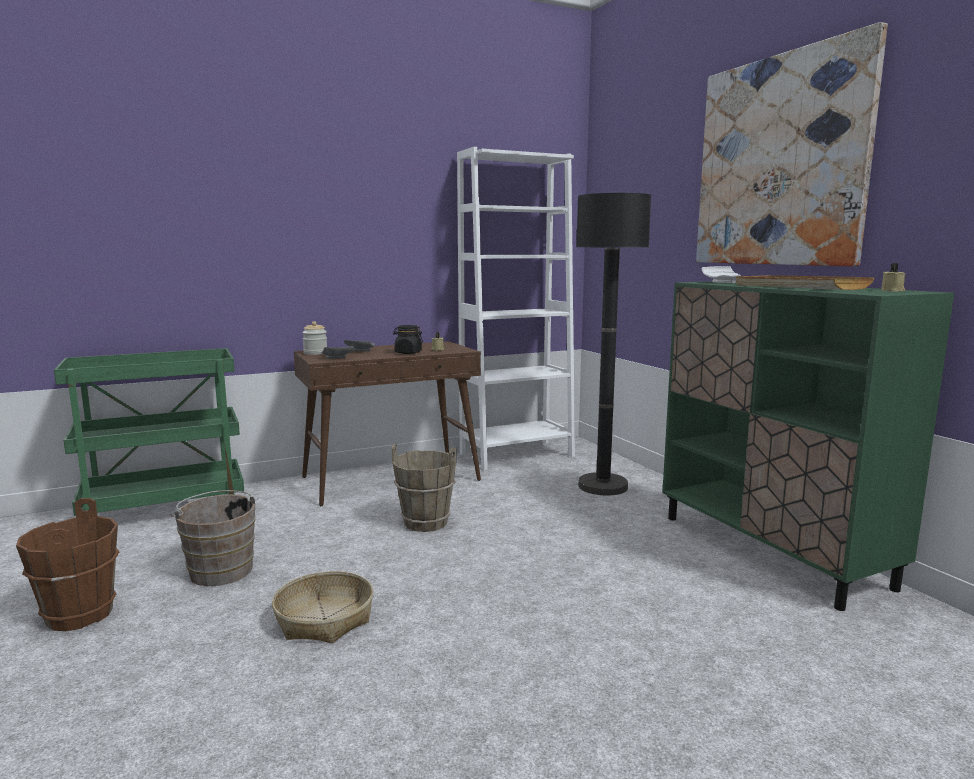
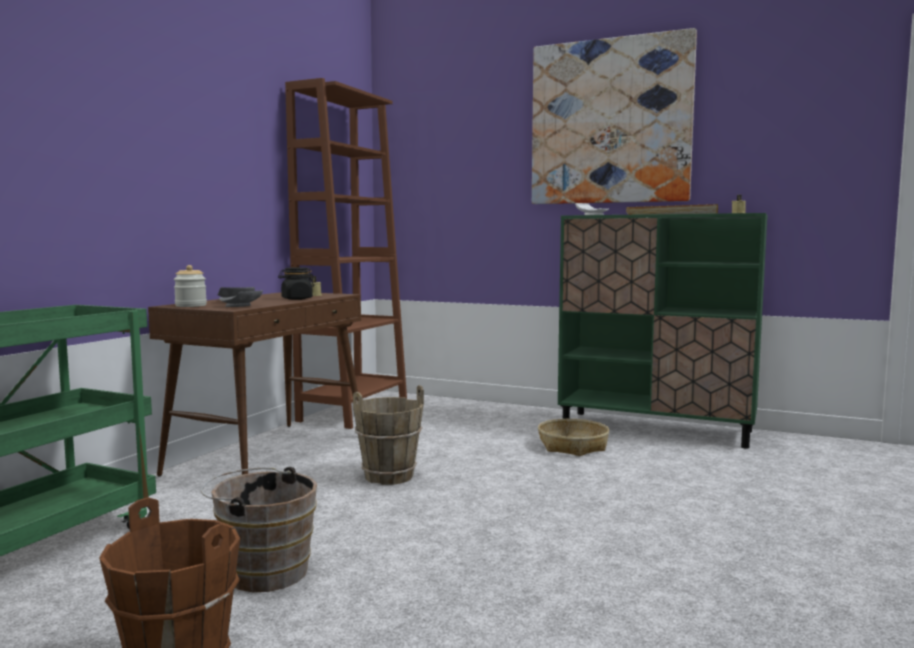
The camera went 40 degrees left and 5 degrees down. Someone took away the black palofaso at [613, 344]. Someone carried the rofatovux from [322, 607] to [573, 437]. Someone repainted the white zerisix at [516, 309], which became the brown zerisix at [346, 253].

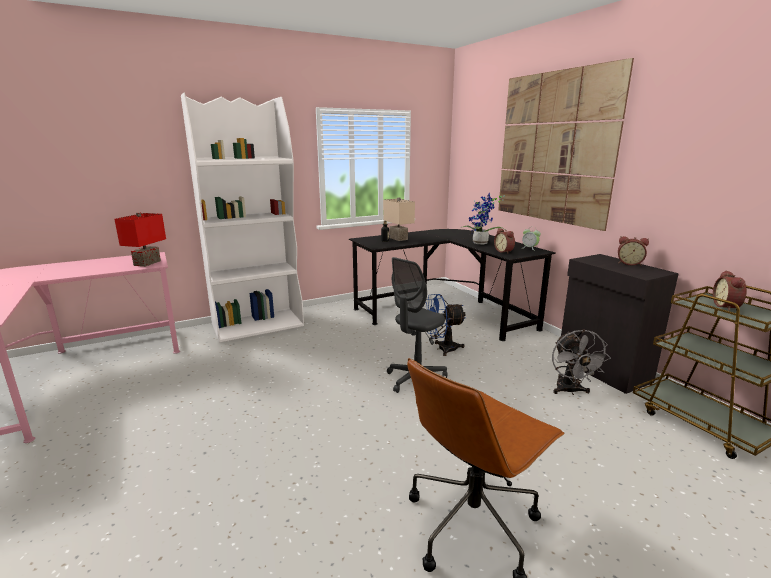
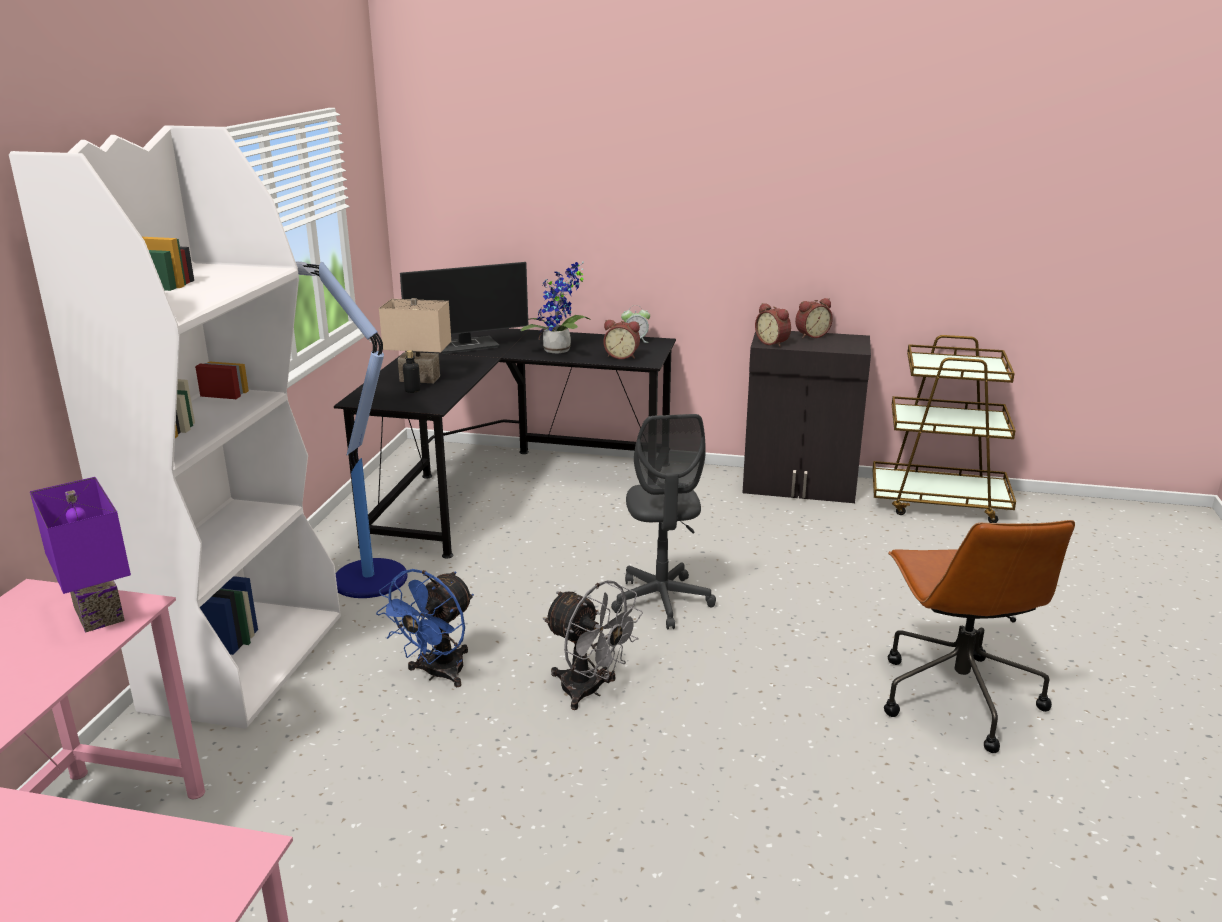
The camera went 50 degrees left and 5 degrees up. Someone took away the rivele at [566, 144]. Someone put down the palofaso at [351, 429]. Someone put down the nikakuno at [464, 308]. Someone carried the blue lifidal from [446, 325] to [425, 628]. Someone carried the grey lifidal from [581, 362] to [593, 645]. Someone carried the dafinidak from [730, 290] to [773, 325]. Someone repainted the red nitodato at [140, 239], which became the purple nitodato at [80, 554].

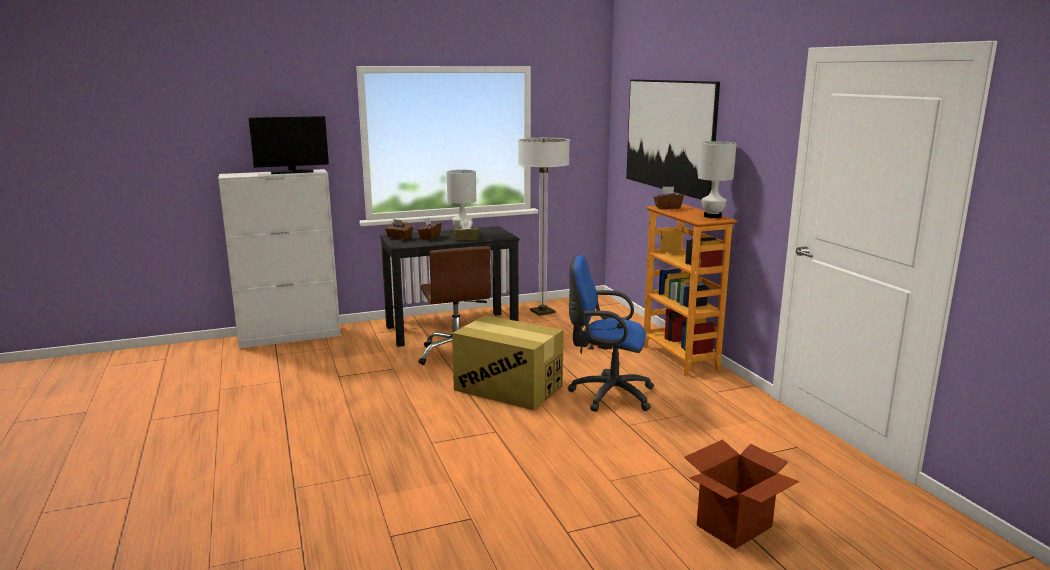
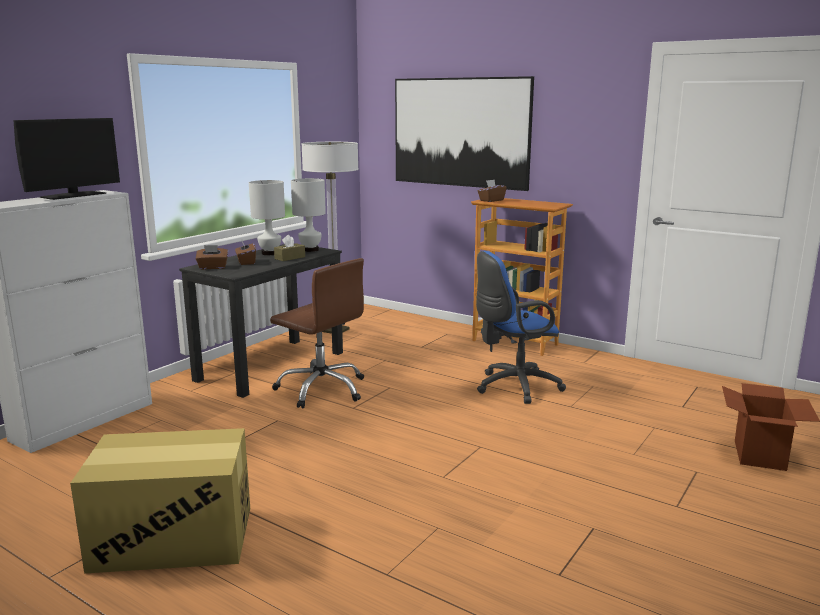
The camera went 35 degrees left and 0 degrees up. Someone carried the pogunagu from [508, 362] to [160, 501]. Someone carried the white nitodato from [717, 179] to [308, 215].

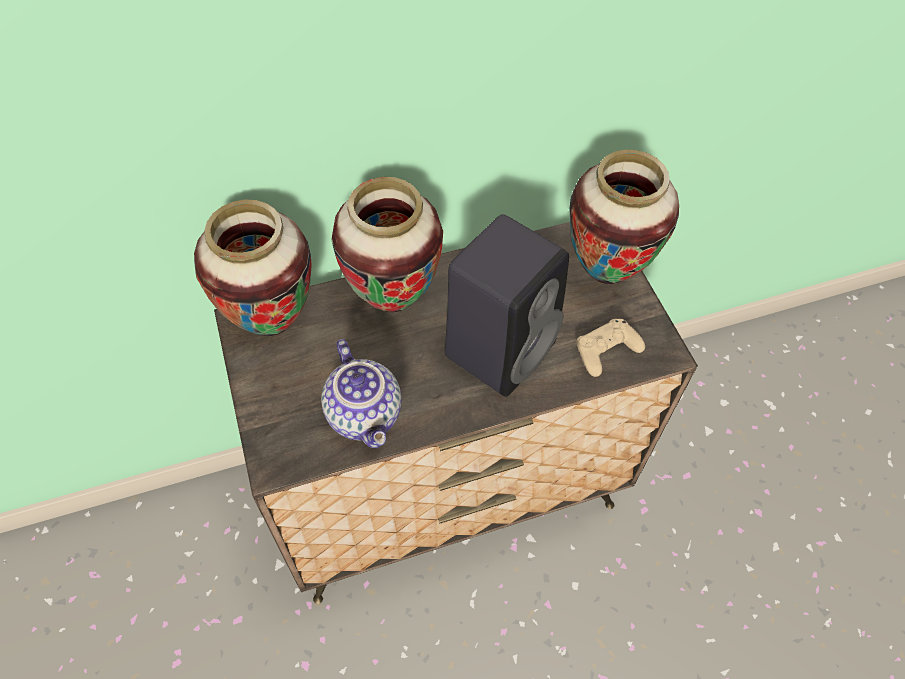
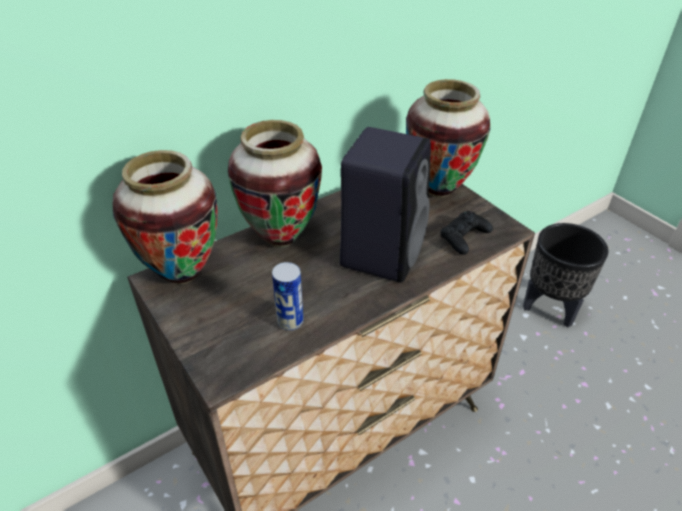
The camera went 15 degrees left and 15 degrees down. Someone put down the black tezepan at [565, 275]. Someone swapped the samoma at [361, 393] for the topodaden at [288, 296]. Someone repainted the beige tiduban at [611, 348], which became the black tiduban at [466, 233].

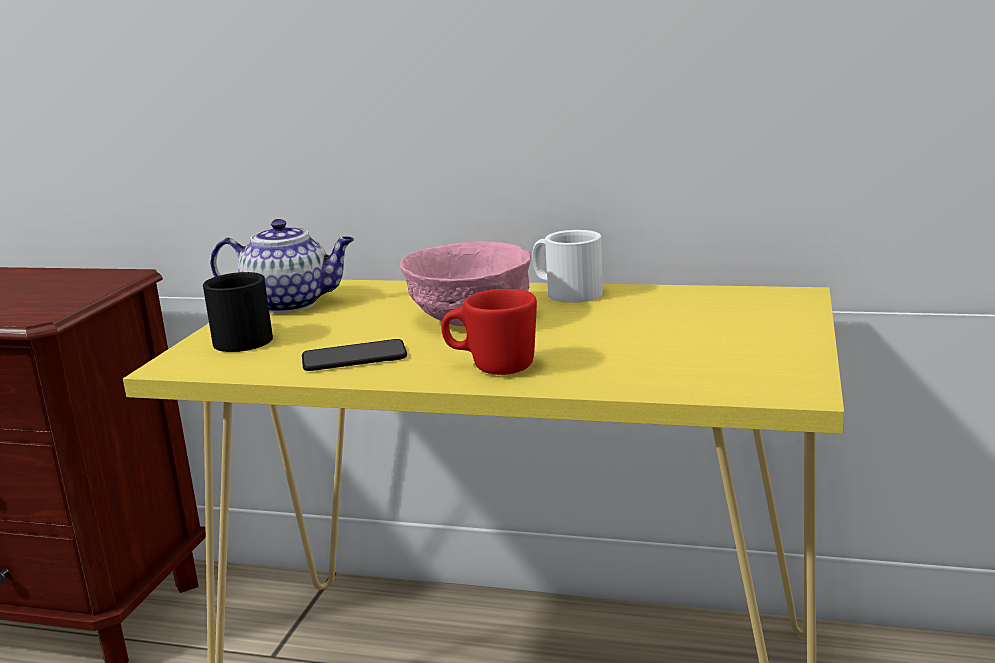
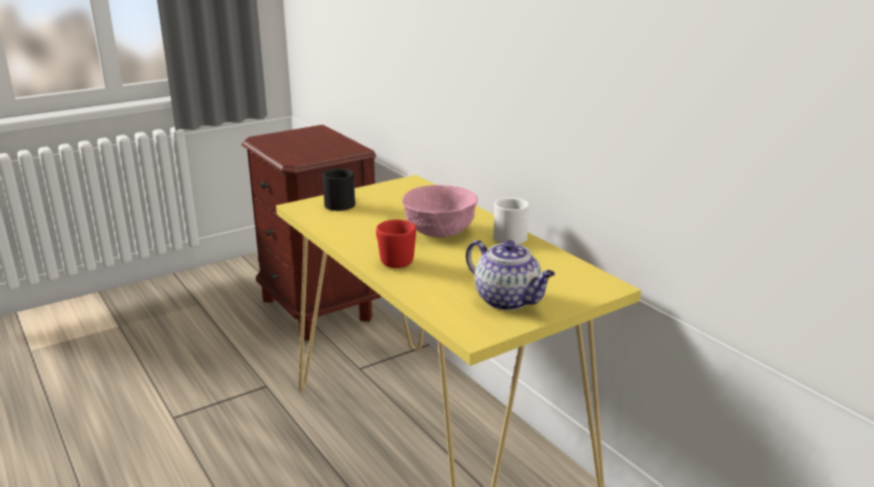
The camera went 40 degrees right and 5 degrees up. Someone took away the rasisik at [354, 355]. Someone carried the samoma from [282, 266] to [510, 275].

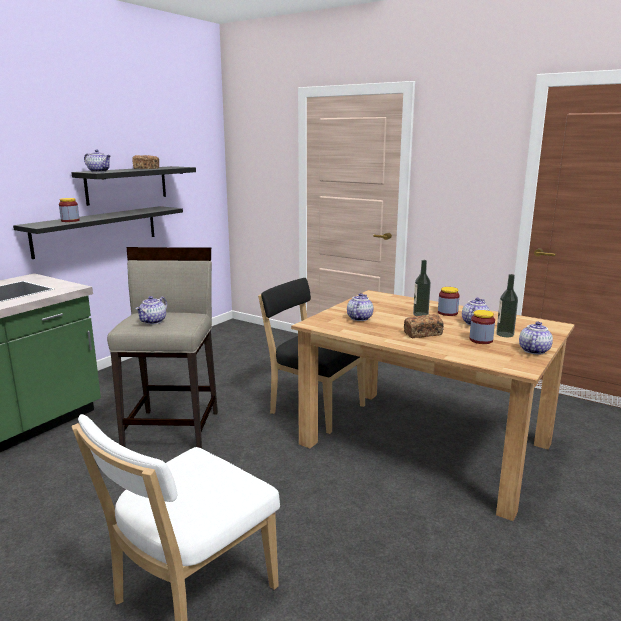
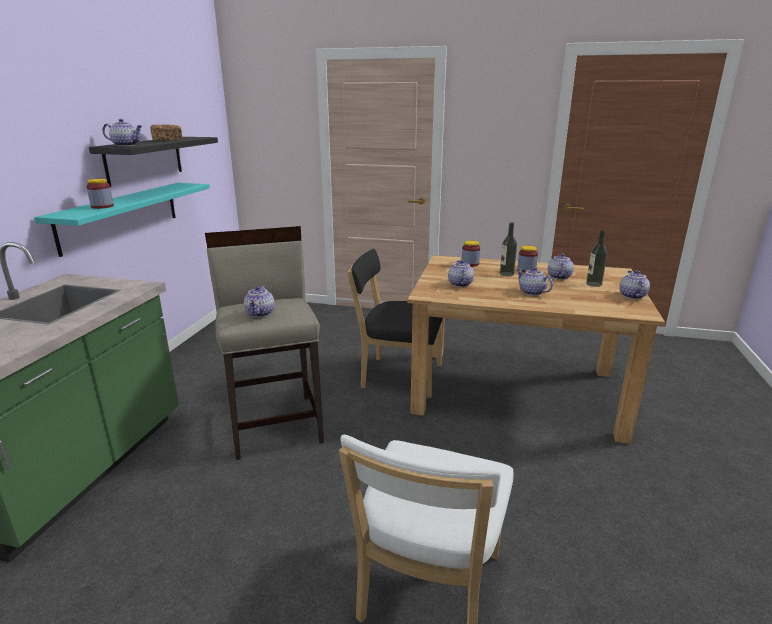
The camera went 20 degrees left and 5 degrees up. Someone carried the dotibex from [482, 327] to [471, 254]. Someone swapped the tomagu at [424, 326] for the samoma at [535, 281]. Someone repainted the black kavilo at [98, 232], which became the turquoise kavilo at [122, 220].

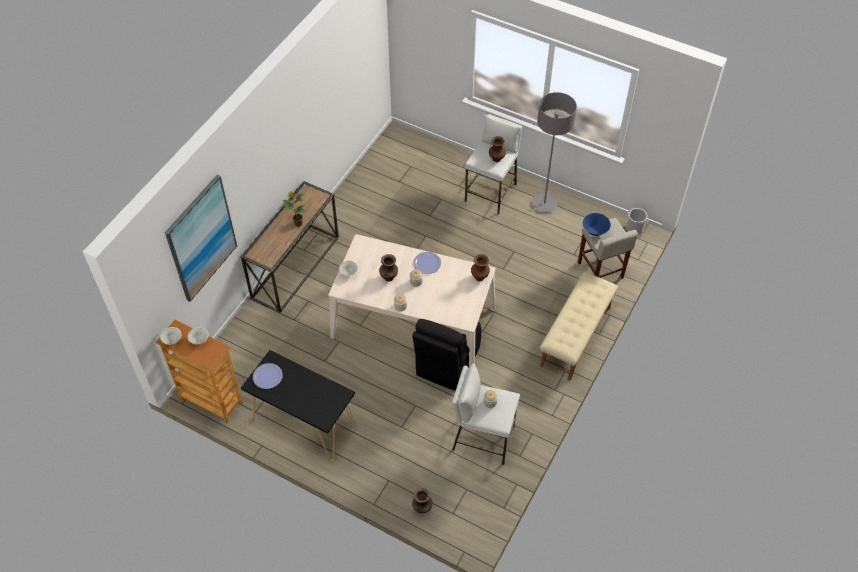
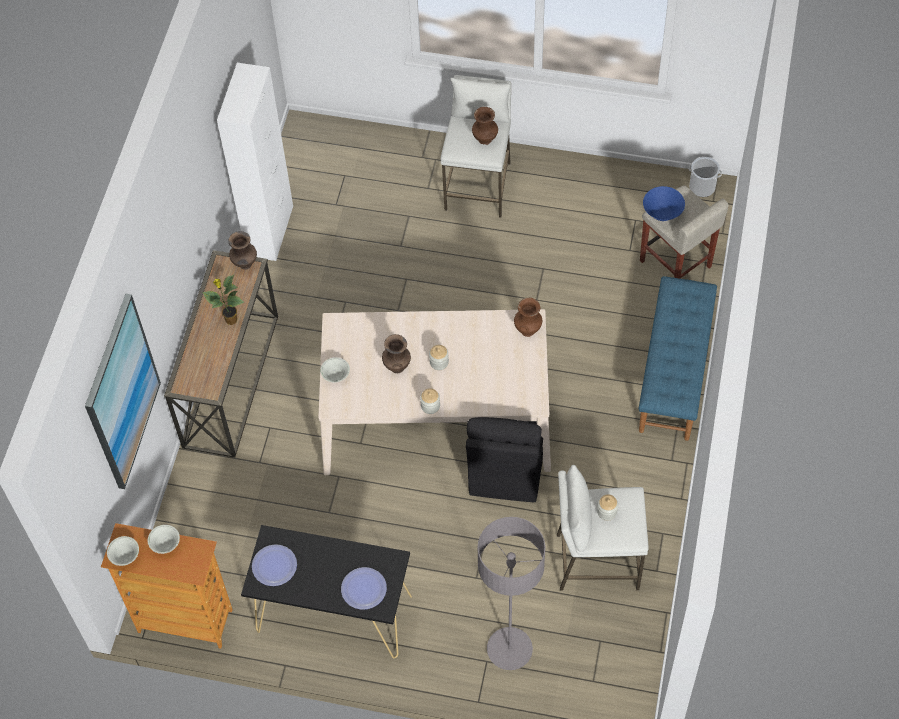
The camera went 15 degrees left and 5 degrees up. Someone put down the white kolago at [255, 162]. Someone carried the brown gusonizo from [422, 500] to [242, 250]. Someone carried the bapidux from [427, 263] to [364, 588]. Someone carried the grey palofaso from [554, 152] to [511, 593]. Someone repainted the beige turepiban at [579, 326], which became the blue turepiban at [678, 358].

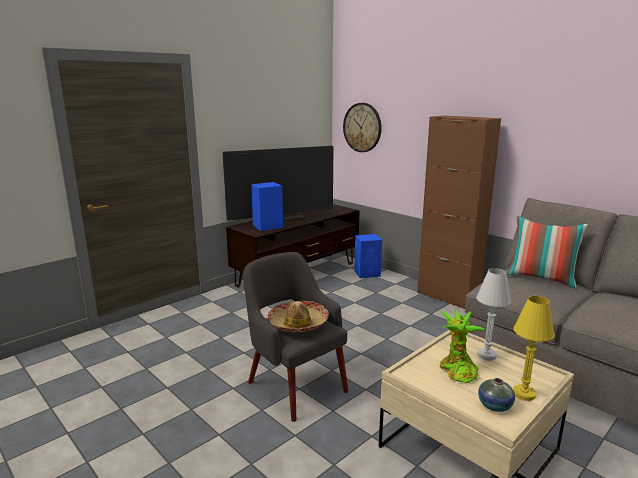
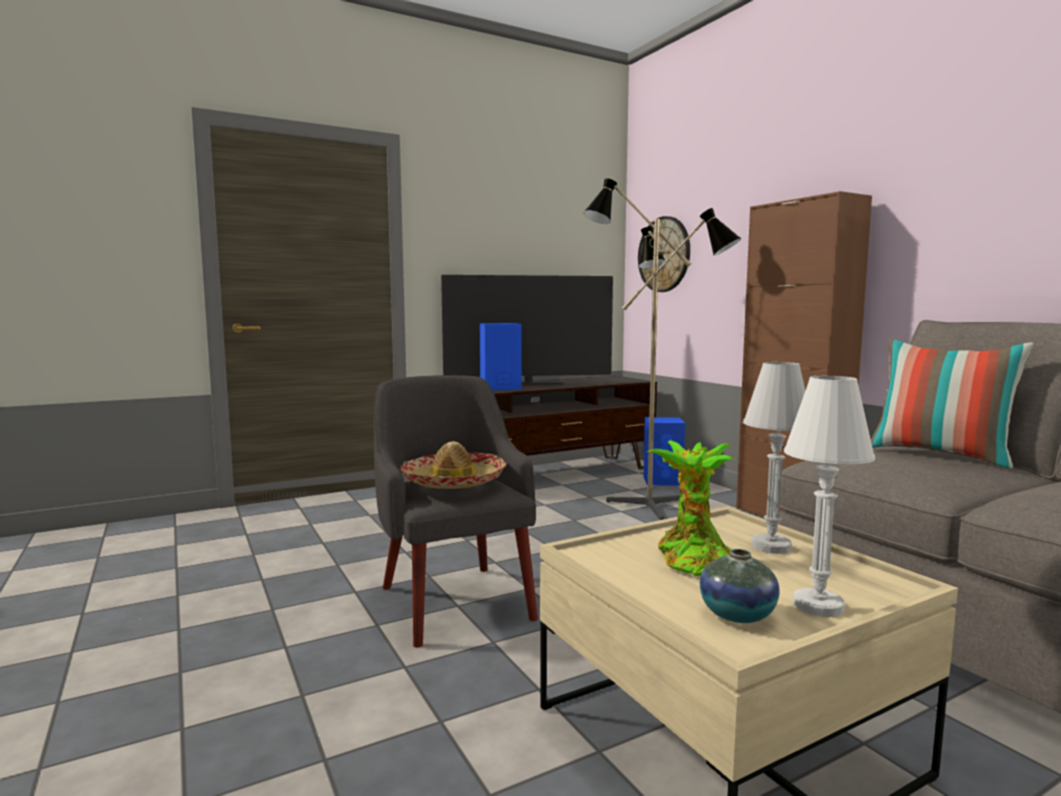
The camera went 15 degrees right and 10 degrees down. Someone put down the palofaso at [662, 349]. Someone repainted the yellow nitodato at [534, 348], which became the white nitodato at [829, 496].

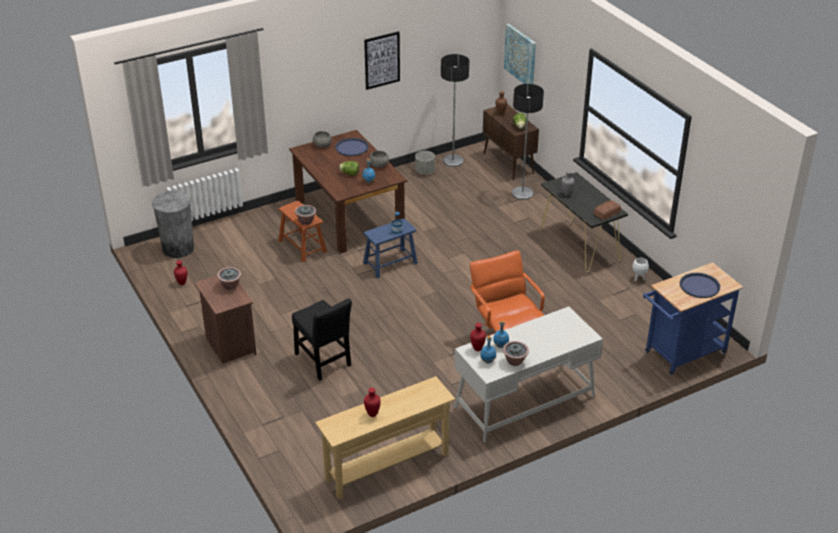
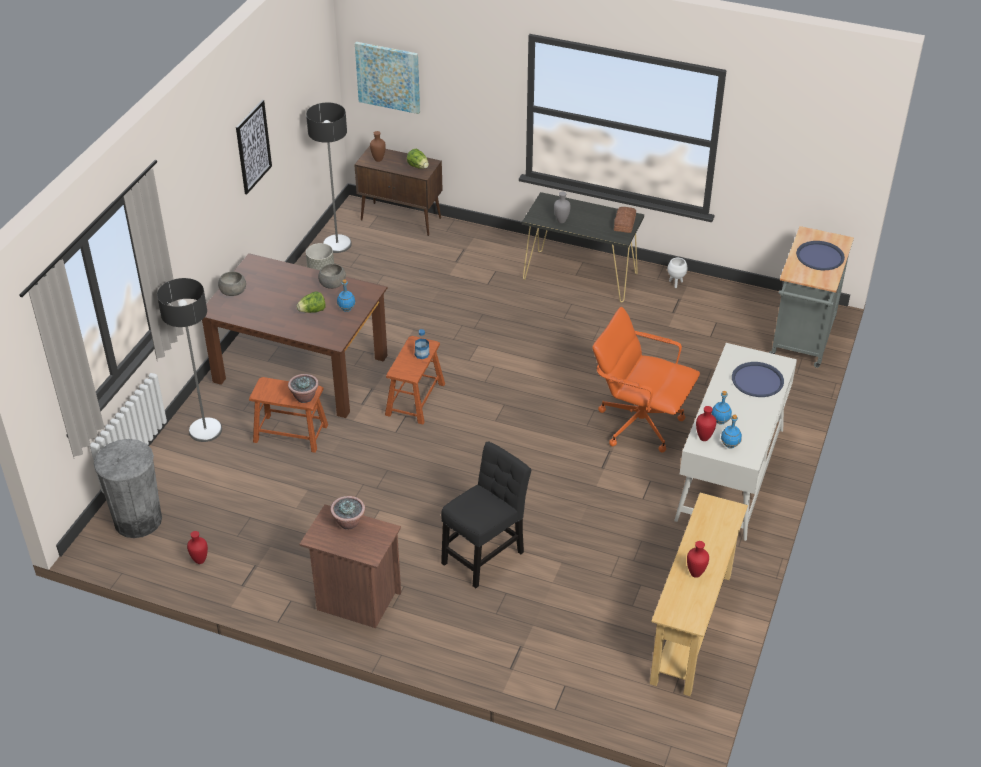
The camera went 40 degrees left and 5 degrees up. Someone took away the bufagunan at [516, 353]. Someone carried the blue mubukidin from [352, 147] to [758, 379]. Someone carried the palofaso from [528, 142] to [189, 360]. Someone repainted the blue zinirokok at [390, 248], which became the brown zinirokok at [415, 380]. Someone repainted the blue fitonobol at [693, 318], which became the grey fitonobol at [811, 297]. Someone rotated the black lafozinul at [322, 339] by 60 degrees counterclockwise.

